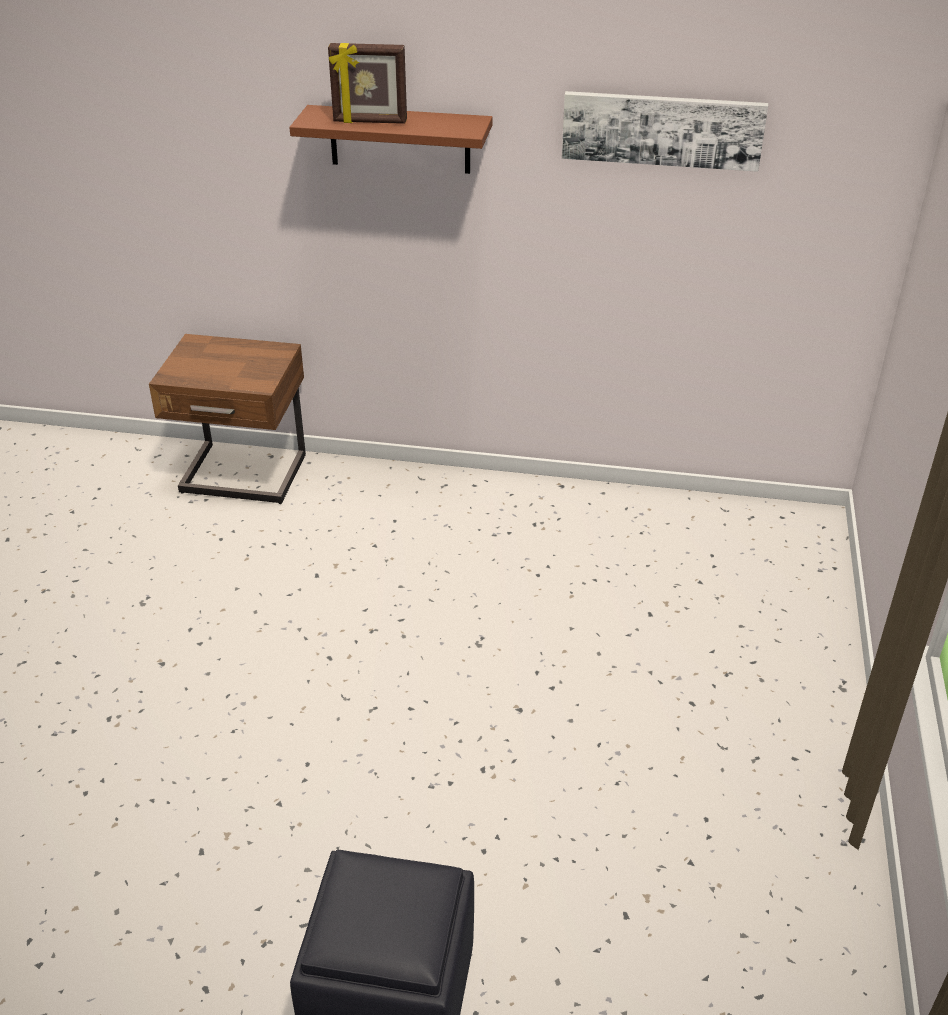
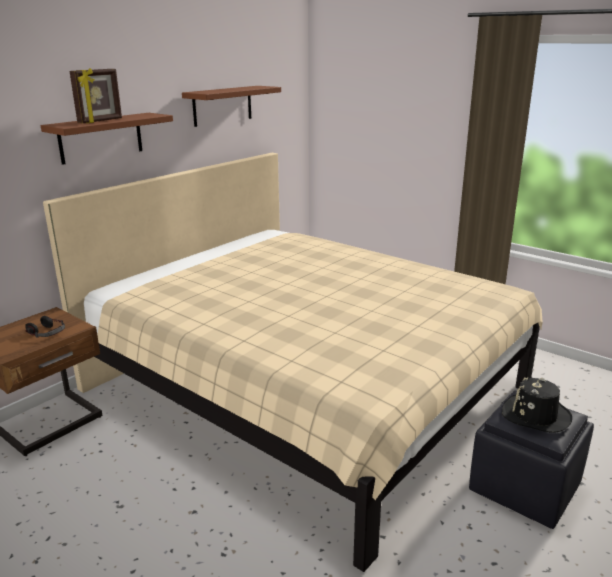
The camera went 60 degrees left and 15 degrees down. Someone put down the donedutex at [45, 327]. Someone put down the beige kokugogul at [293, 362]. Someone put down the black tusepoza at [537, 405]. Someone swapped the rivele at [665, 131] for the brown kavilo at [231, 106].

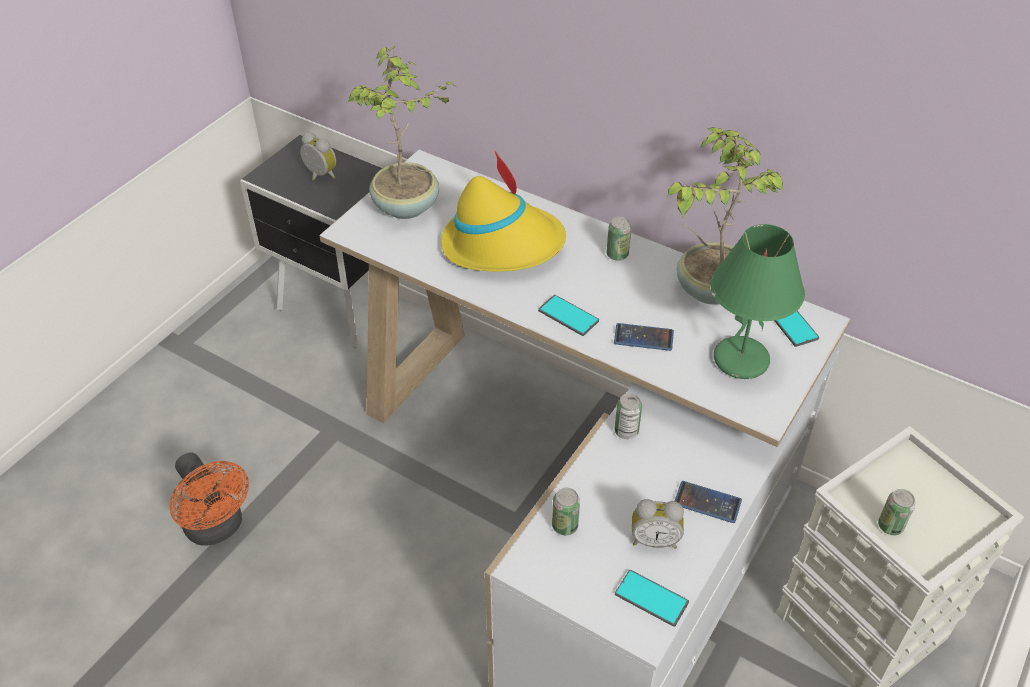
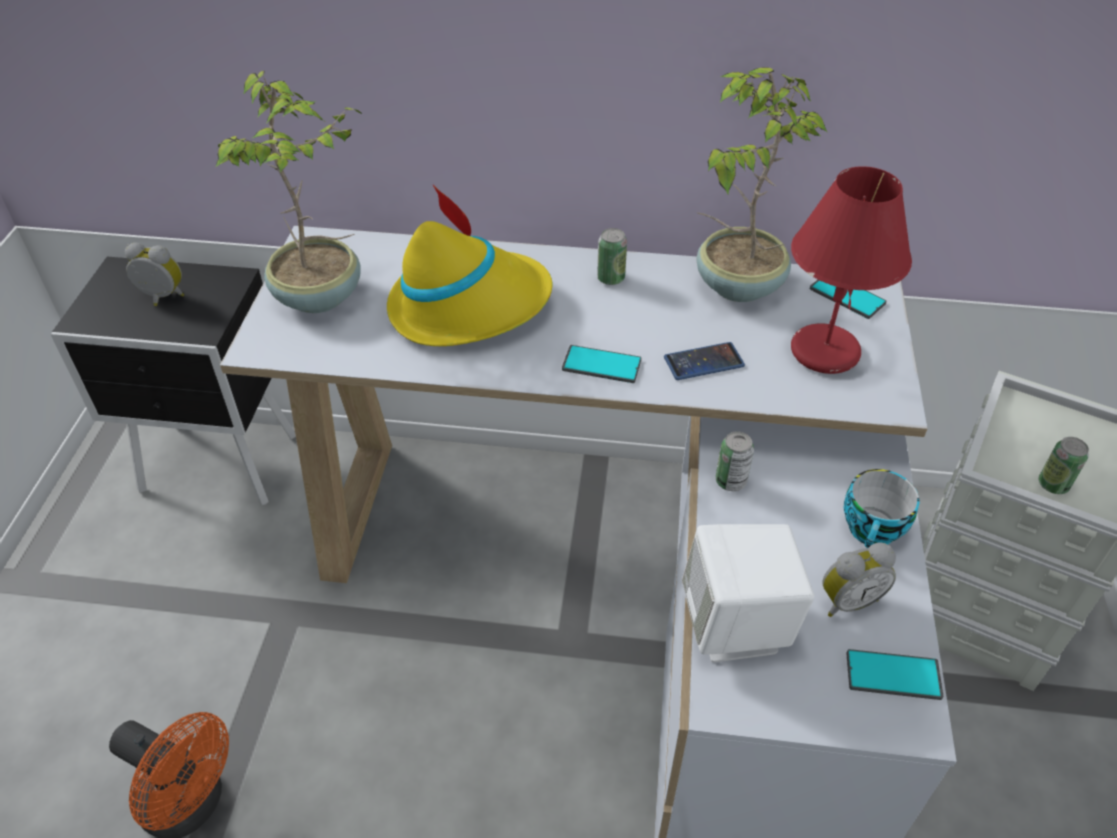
The camera went 25 degrees left and 0 degrees up. Someone swapped the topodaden at [566, 511] for the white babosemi at [748, 593]. Someone swapped the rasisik at [708, 502] for the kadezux at [881, 508]. Someone repainted the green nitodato at [757, 301], which became the red nitodato at [851, 270].

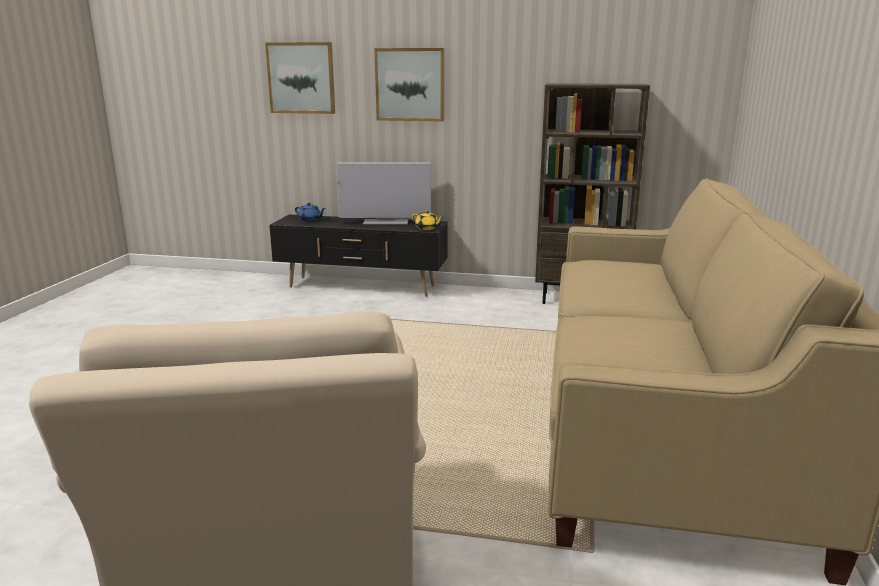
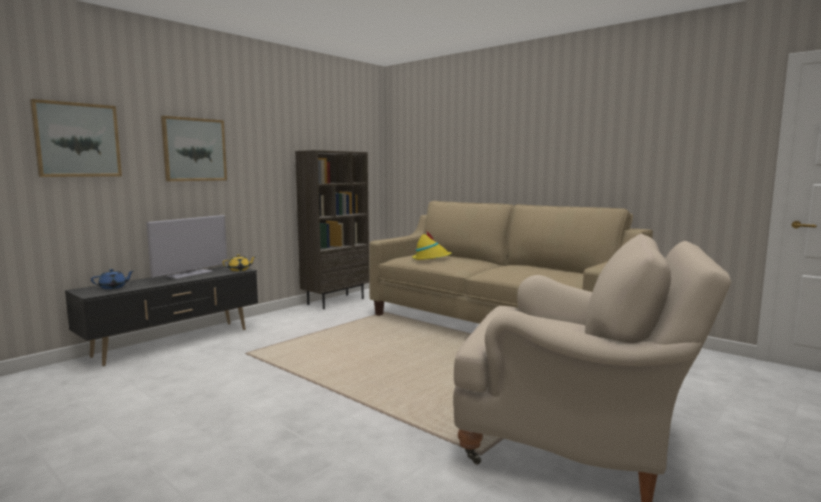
The camera went 60 degrees left and 10 degrees down. Someone put down the yellow tusepoza at [432, 245].

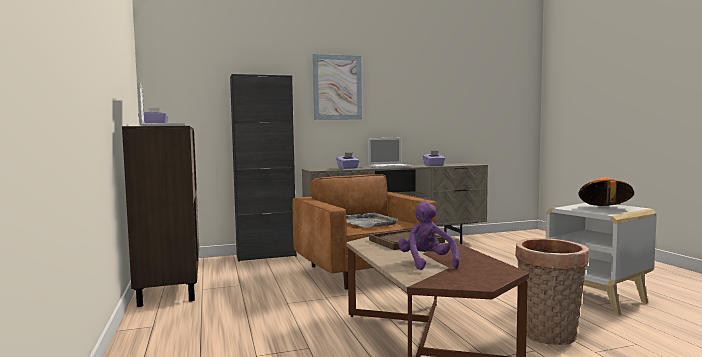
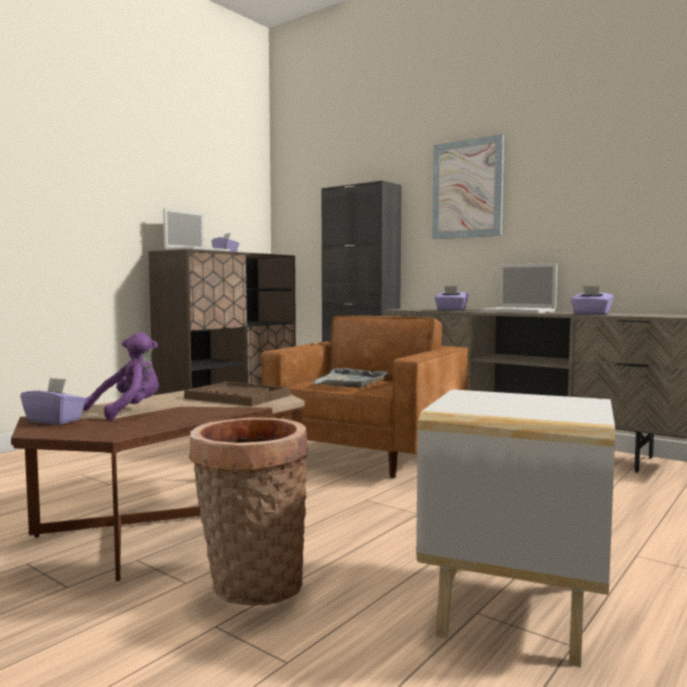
The camera went 55 degrees right and 0 degrees up. Someone took away the orange tusepoza at [606, 191]. Someone put down the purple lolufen at [53, 401].

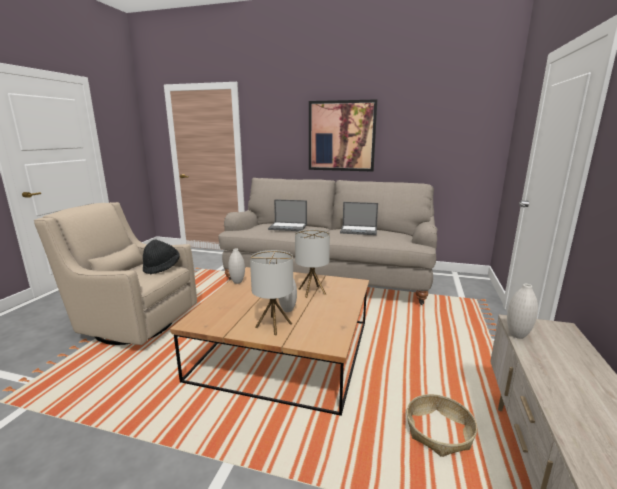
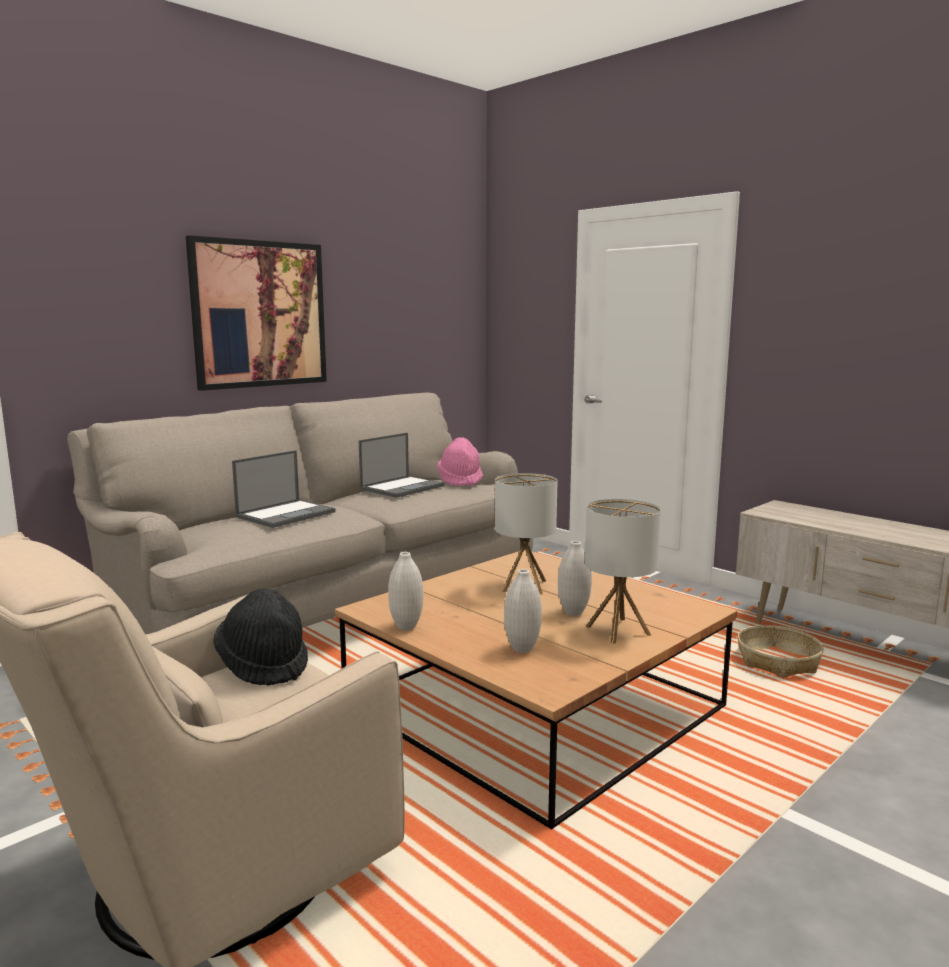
The camera went 60 degrees left and 5 degrees down. Someone put down the pink tusepoza at [460, 461]. Someone carried the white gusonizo from [522, 311] to [523, 611].

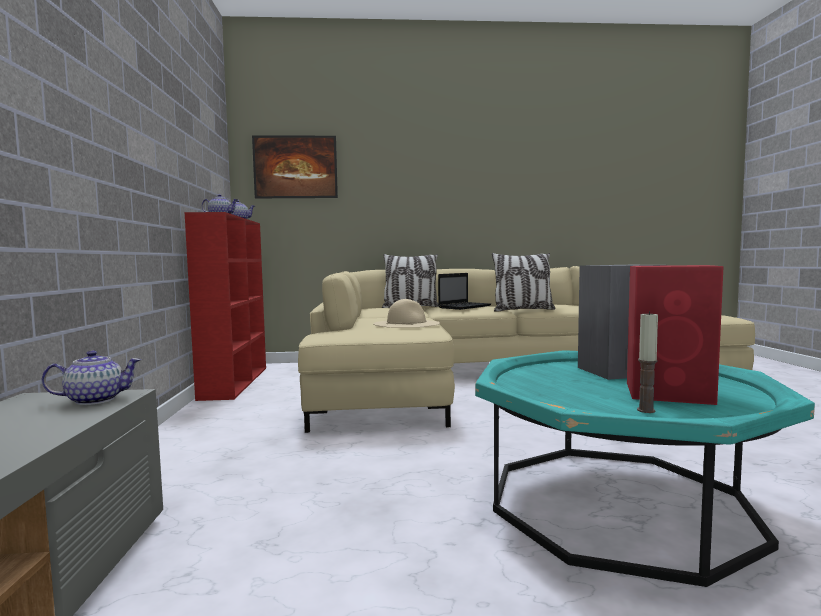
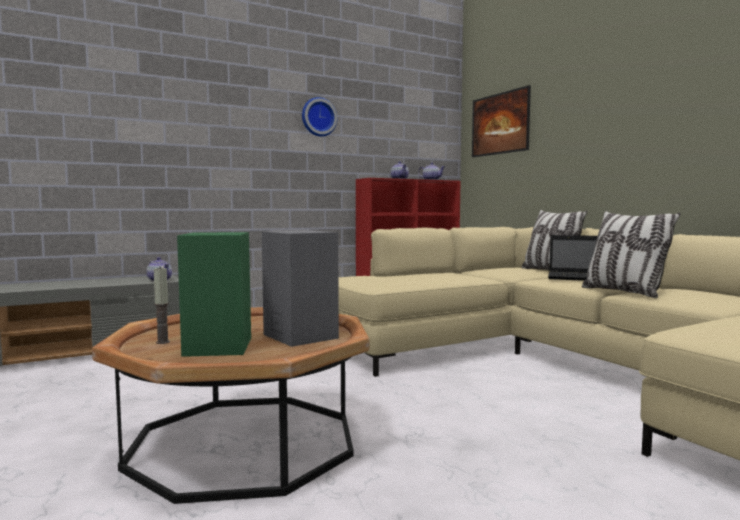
The camera went 65 degrees right and 0 degrees up. Someone took away the beige tusepoza at [406, 313]. Someone put up the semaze at [319, 117]. Someone repainted the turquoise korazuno at [645, 468], which became the brown korazuno at [230, 405]. Someone repainted the red babosemi at [675, 335], which became the green babosemi at [214, 294].

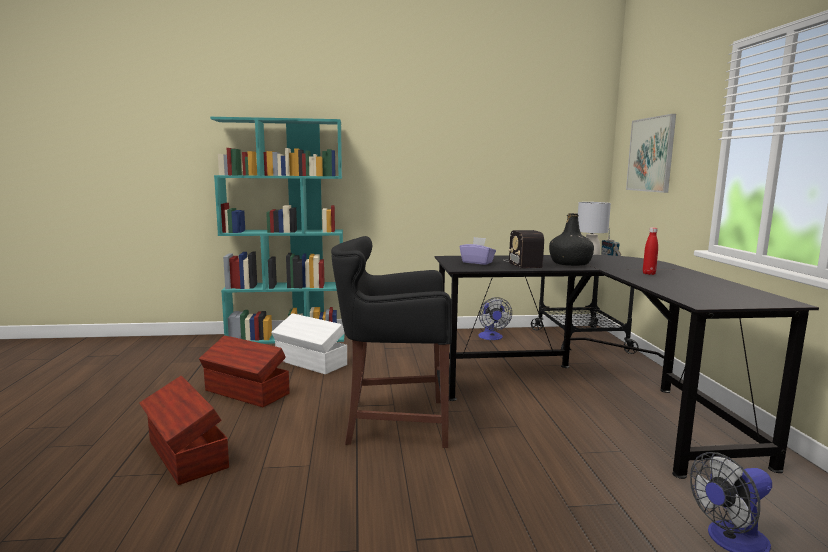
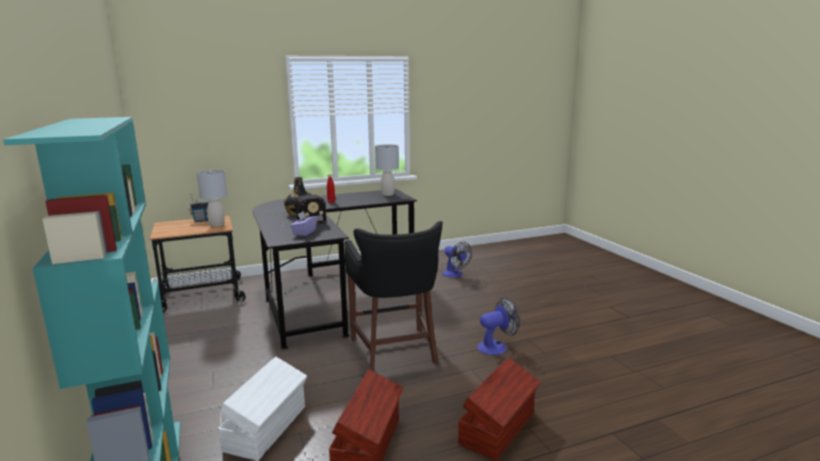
The camera went 105 degrees left and 5 degrees up. Someone took away the rivele at [651, 153]. Someone put down the grey nitodato at [387, 170]. Someone carried the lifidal from [495, 318] to [498, 326].

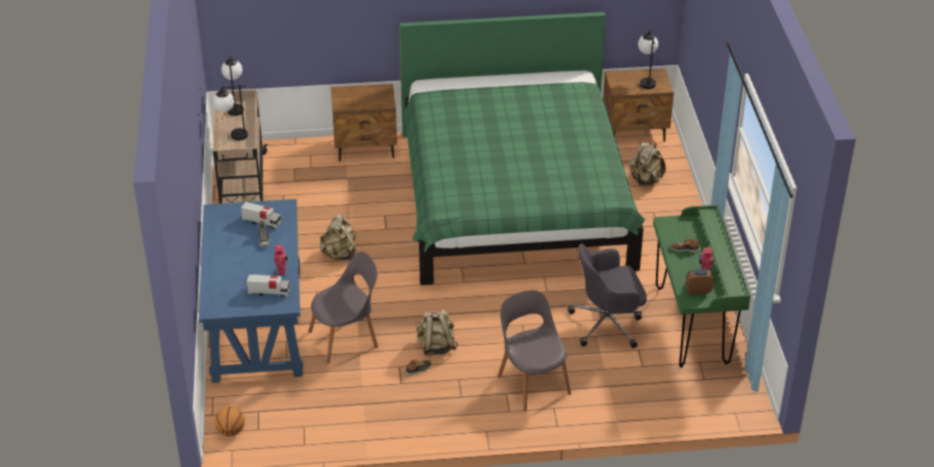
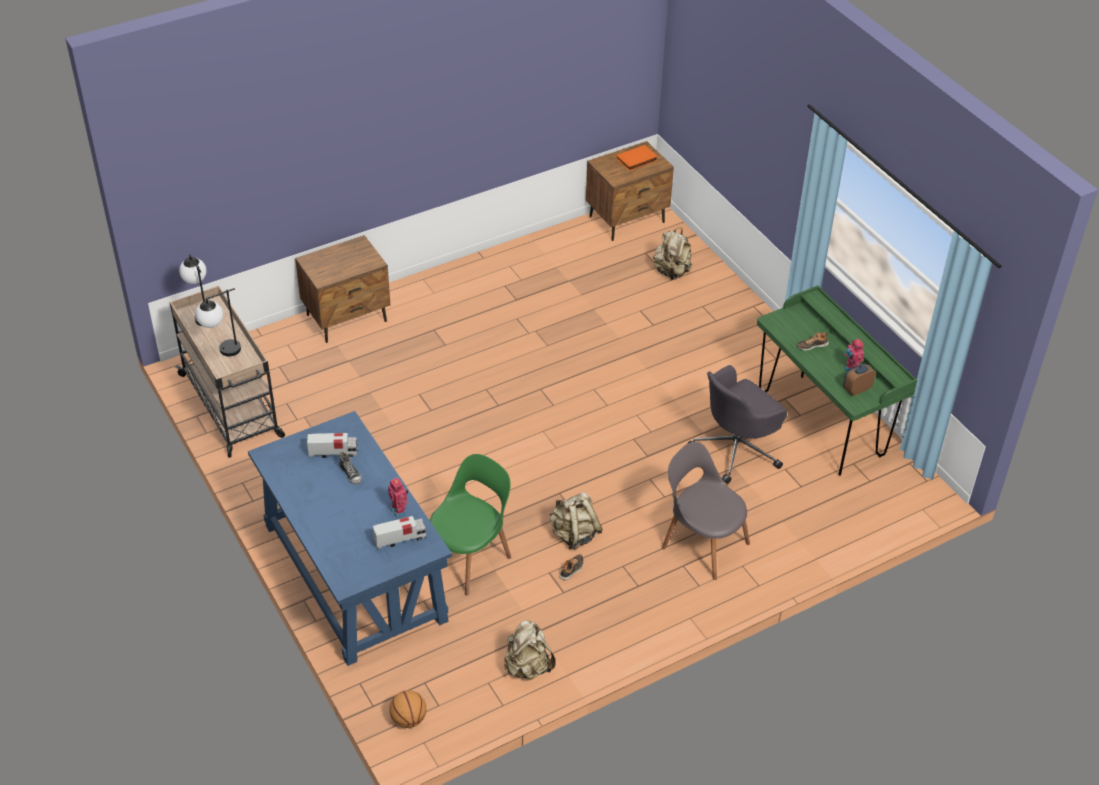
The camera went 25 degrees left and 5 degrees up. Someone took away the green kokugogul at [522, 148]. Someone carried the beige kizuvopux from [338, 237] to [530, 650]. Someone swapped the nitodato at [648, 59] for the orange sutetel at [637, 158]. Someone repainted the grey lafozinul at [343, 307], which became the green lafozinul at [470, 525].

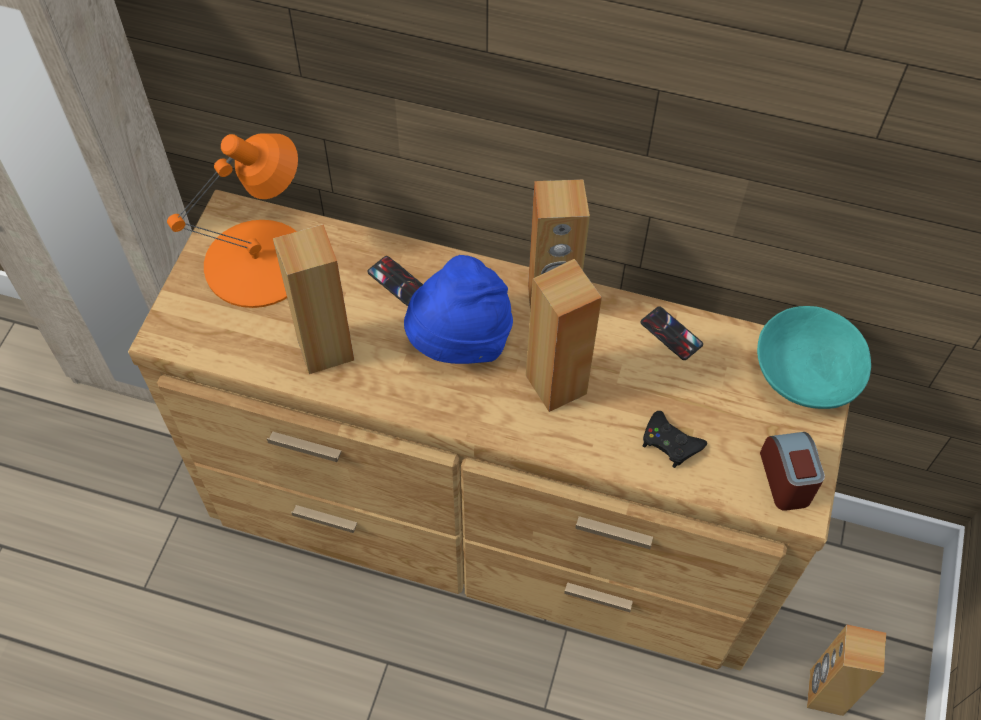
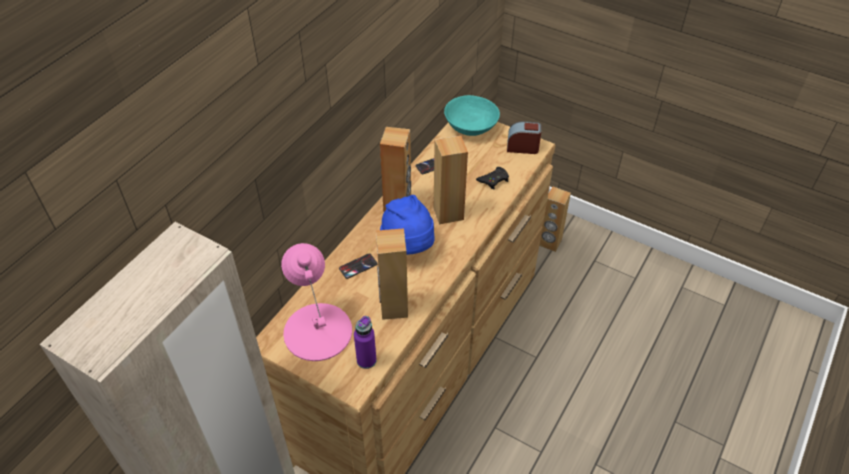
The camera went 75 degrees left and 10 degrees down. Someone put down the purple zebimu at [365, 342]. Someone repainted the orange nitodato at [232, 220], which became the pink nitodato at [316, 302].

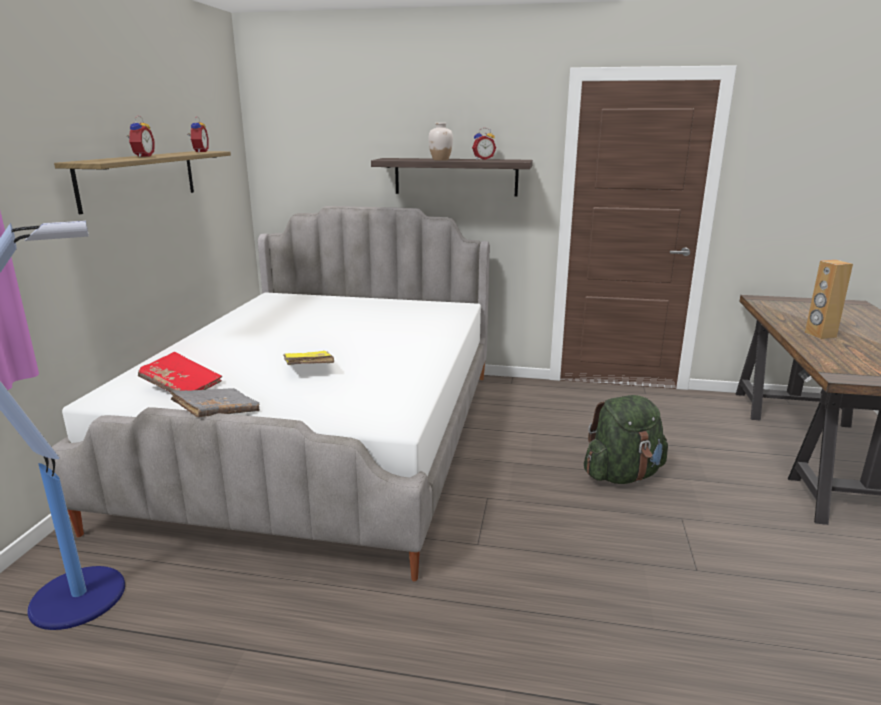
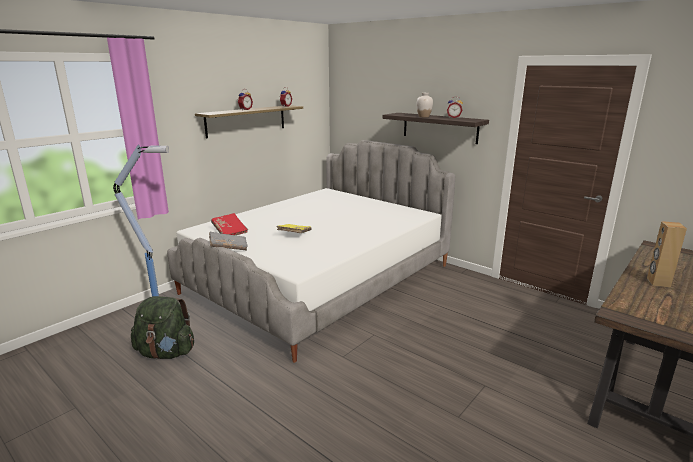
The camera went 30 degrees right and 0 degrees up. Someone carried the green kizuvopux from [626, 439] to [162, 327].

